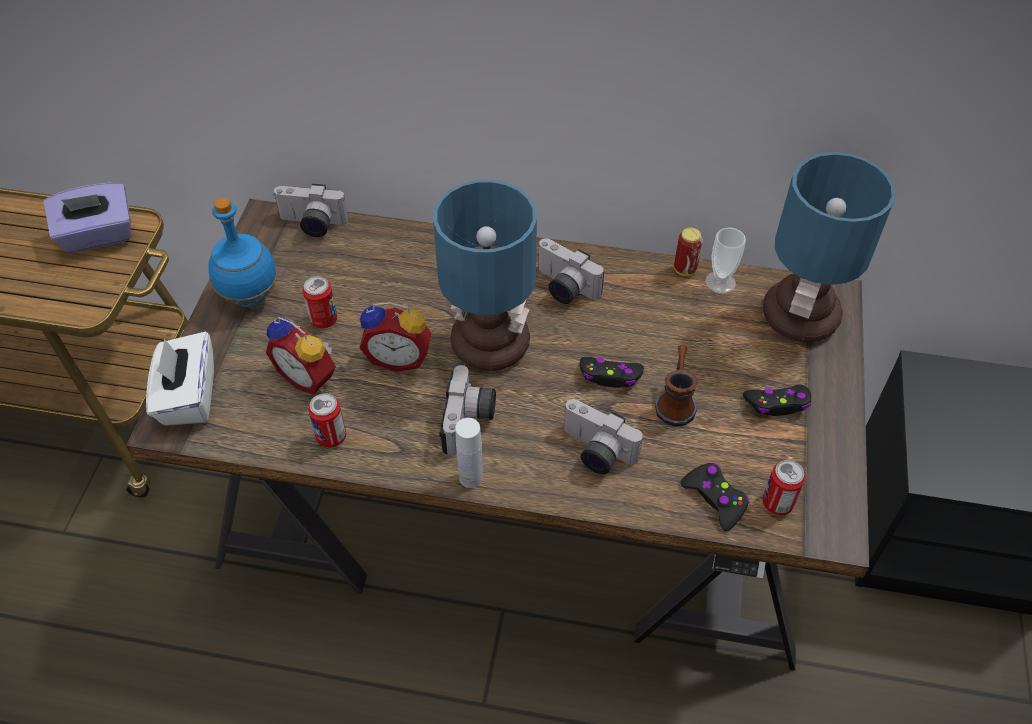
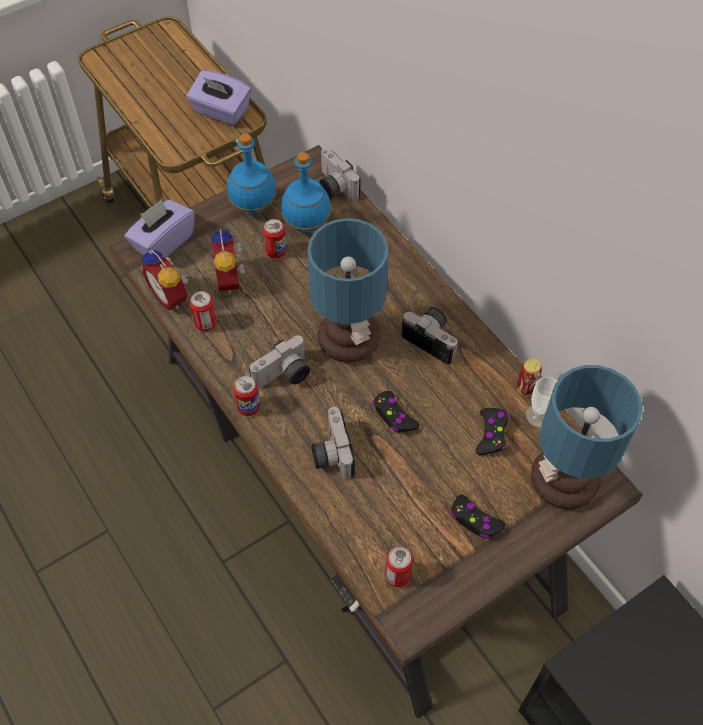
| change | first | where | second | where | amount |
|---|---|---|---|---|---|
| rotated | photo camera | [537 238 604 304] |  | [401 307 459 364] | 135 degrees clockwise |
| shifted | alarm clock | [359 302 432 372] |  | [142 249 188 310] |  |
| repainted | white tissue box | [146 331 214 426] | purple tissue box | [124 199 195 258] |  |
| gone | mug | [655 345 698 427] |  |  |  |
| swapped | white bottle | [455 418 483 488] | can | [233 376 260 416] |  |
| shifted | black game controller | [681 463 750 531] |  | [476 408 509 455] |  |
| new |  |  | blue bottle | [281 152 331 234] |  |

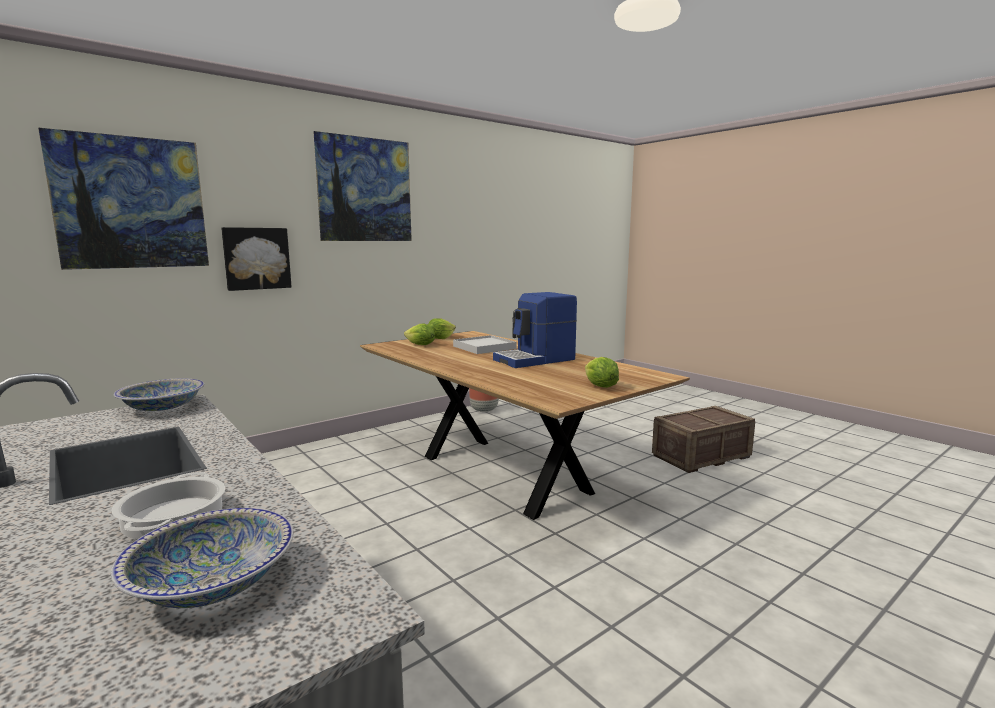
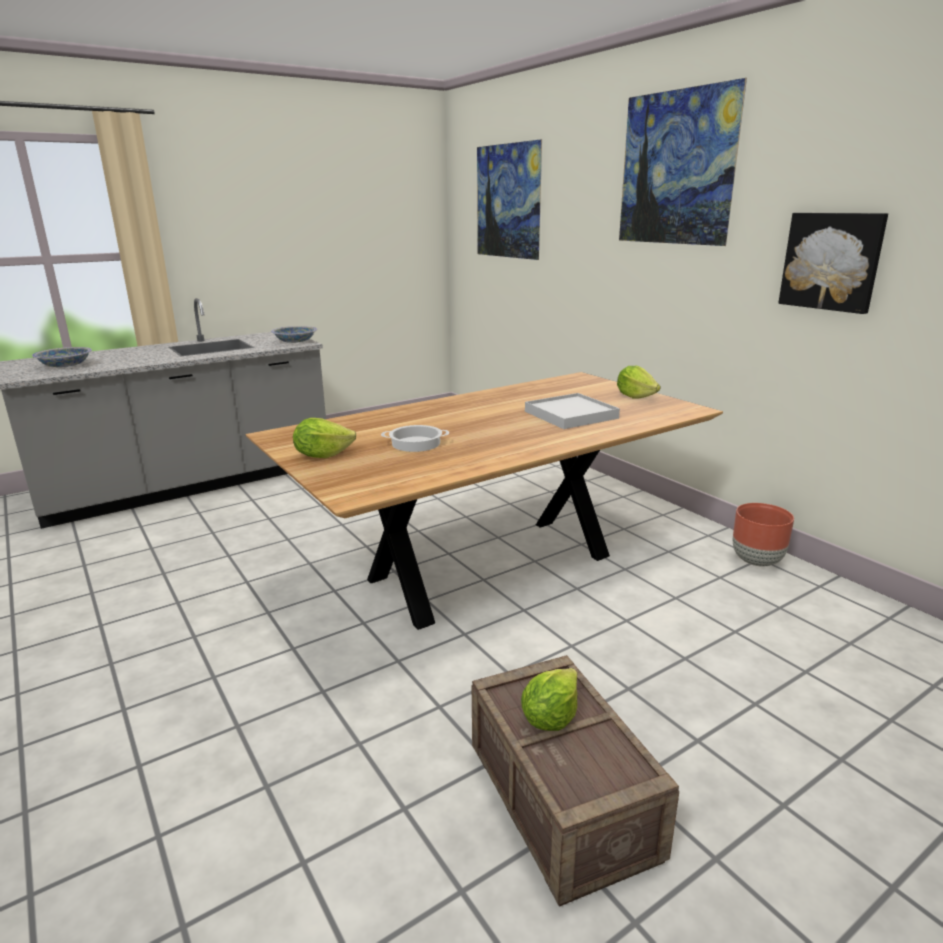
| change | first | where | second | where | amount |
|---|---|---|---|---|---|
| shifted | picture | [221 227 292 291] |  | [778 213 888 314] |  |
| gone | coffee machine | [493 292 577 368] |  |  |  |
| shifted | lettuce | [404 324 435 345] |  | [521 668 578 731] |  |
| shifted | cooking pot | [112 472 225 539] |  | [381 425 449 452] |  |

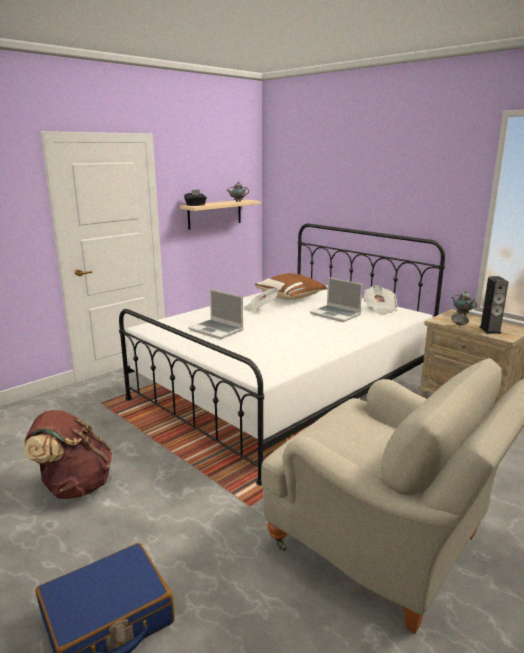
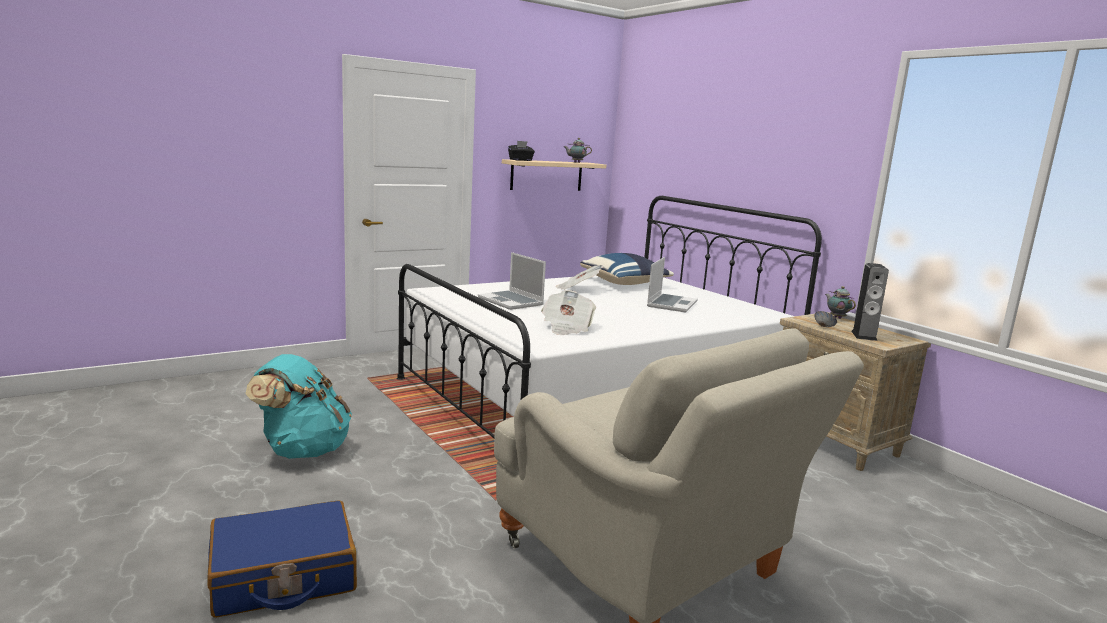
| change | first | where | second | where | amount |
|---|---|---|---|---|---|
| repainted | brown pillow | [255 273 328 300] | blue pillow | [580 253 674 285] |  |
| rotated | laptop | [310 277 363 322] |  | [647 257 698 313] | 120 degrees counterclockwise |
| shifted | newspaper | [364 285 397 315] |  | [541 290 596 335] |  |
| repainted | brown backpack | [24 410 112 499] | turquoise backpack | [245 354 352 459] |  |

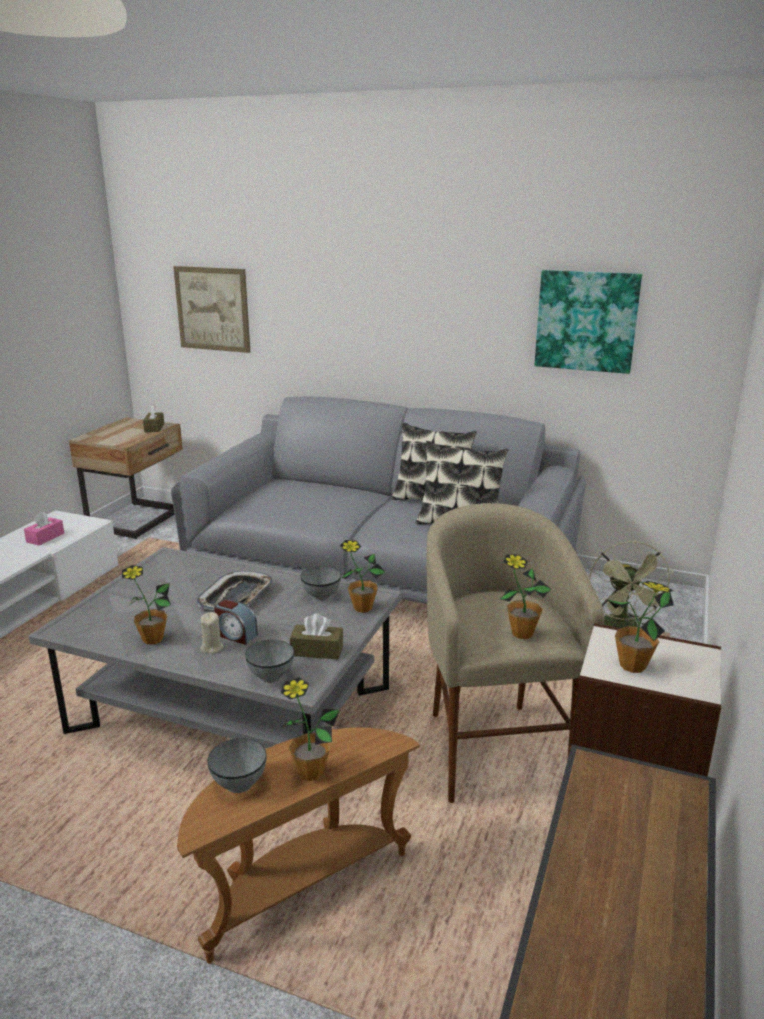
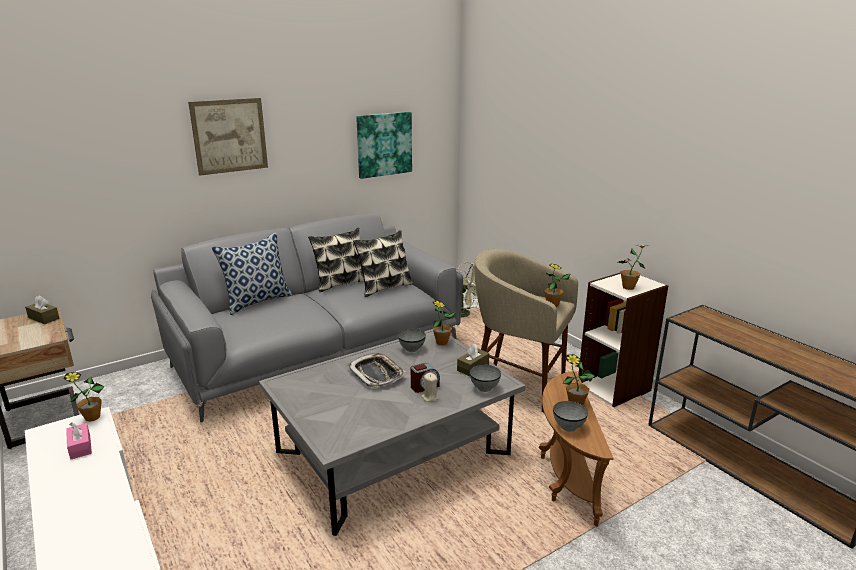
| change | first | where | second | where | amount |
|---|---|---|---|---|---|
| shifted | picture | [173 266 250 353] |  | [188 98 268 176] |  |
| shifted | potted plant | [122 565 171 645] |  | [63 372 104 422] |  |
| new |  |  | pillow | [211 232 293 315] |  |

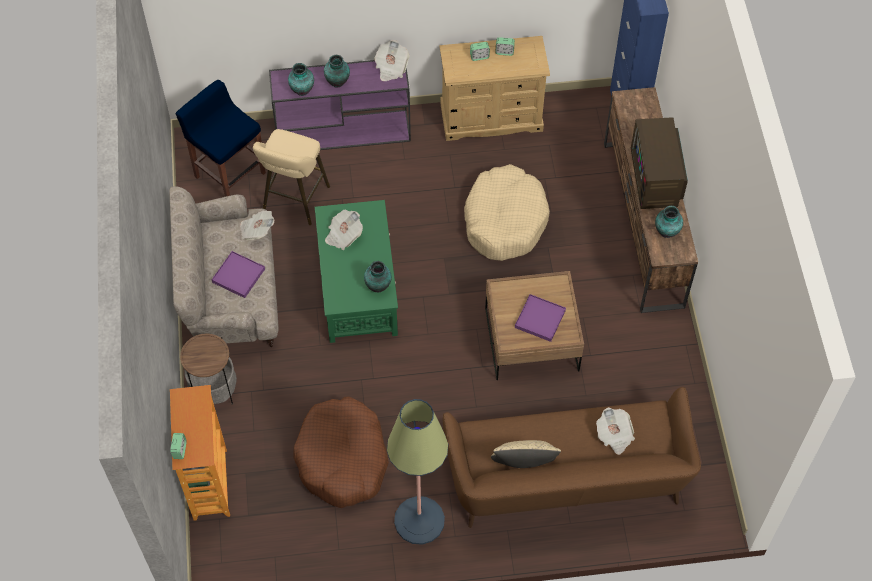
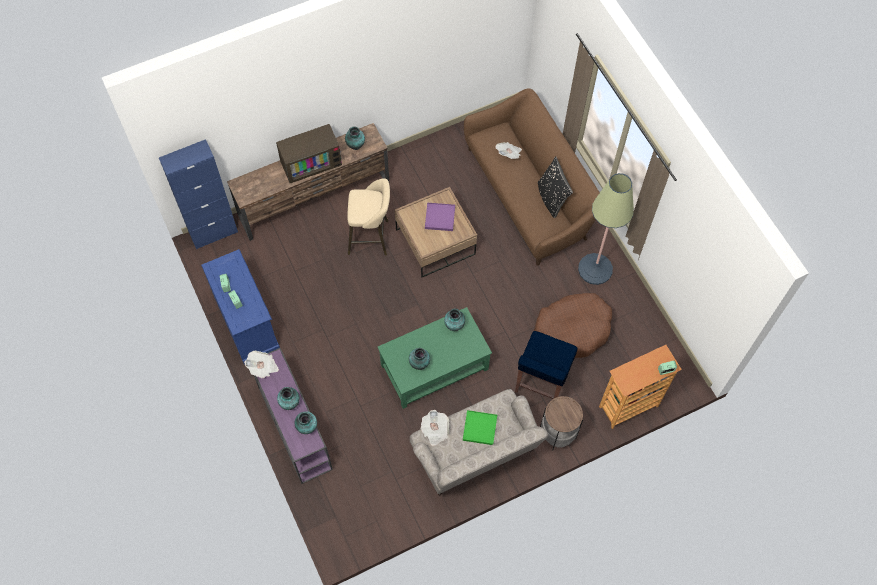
| change | first | where | second | where | amount |
|---|---|---|---|---|---|
| repainted | beige dresser | [439 36 550 141] | blue dresser | [201 249 280 365] |  |
| shifted | blue stool | [176 80 266 197] |  | [515 331 577 399] |  |
| shifted | beige stool | [253 129 330 225] |  | [347 178 390 255] |  |
| gone | beige dog bed | [464 164 550 261] |  |  |  |
| swapped | newspaper | [325 210 363 250] | vase | [409 348 430 370] |  |
| repainted | purple tray | [212 251 265 298] | green tray | [463 410 497 445] |  |
| repainted | beige pillow | [491 440 561 468] | black pillow | [537 156 573 218] |  |

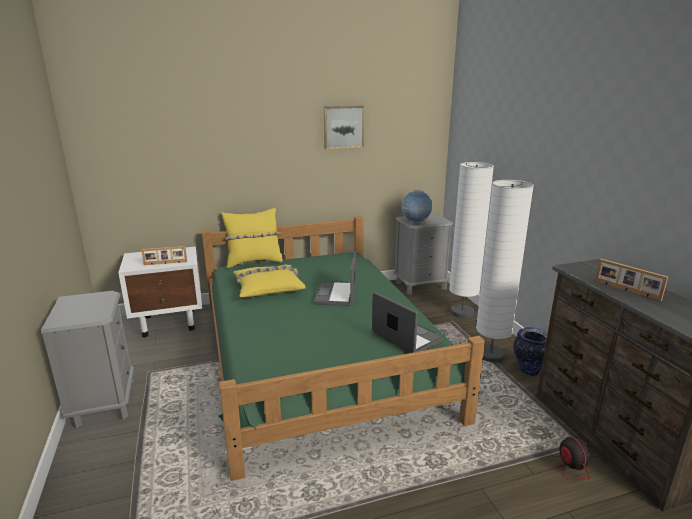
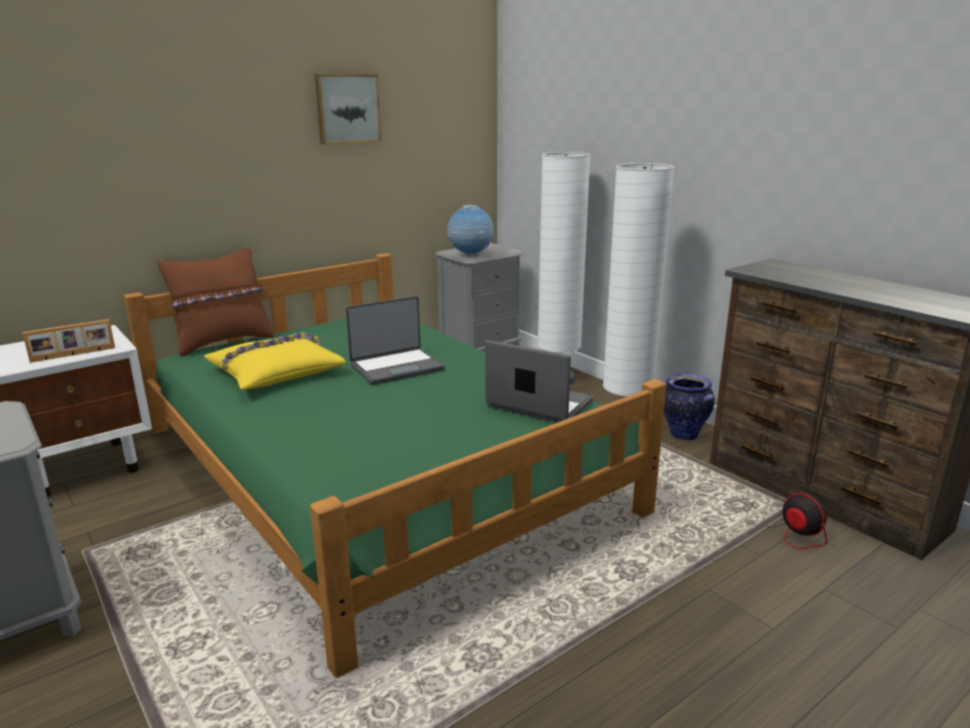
| change | first | where | second | where | amount |
|---|---|---|---|---|---|
| repainted | yellow pillow | [222 208 283 268] | brown pillow | [157 248 274 356] |  |
| rotated | laptop | [313 251 357 306] |  | [346 296 444 385] | 105 degrees counterclockwise |
| gone | picture frame | [595 259 668 301] |  |  |  |

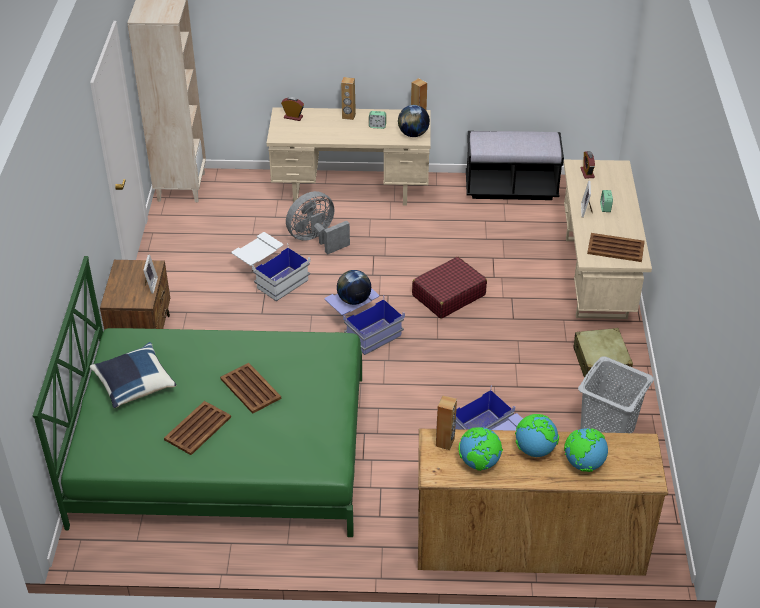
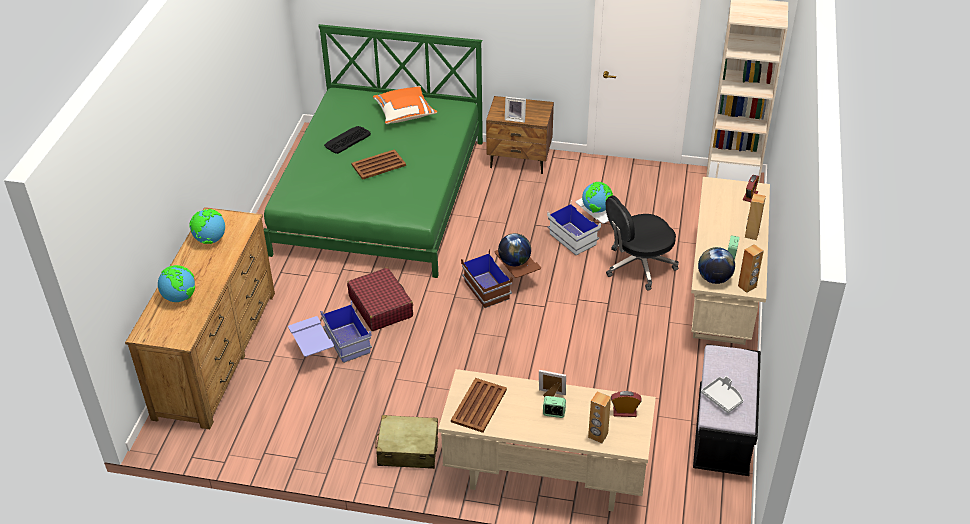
| change | first | where | second | where | amount |
|---|---|---|---|---|---|
| swapped | grey fan | [286 191 350 255] | black office chair | [606 195 679 290] |  |
| shifted | red suitcase | [412 257 487 319] |  | [347 268 413 331] |  |
| repainted | blue storage box | [325 288 405 355] | brown storage box | [461 249 541 308] |  |
| repainted | blue pillow | [90 342 176 408] | orange pillow | [373 86 437 124] |  |
| gone | grey laundry basket | [578 356 654 433] |  |  |  |
| shifted | brown speaker | [436 395 457 450] |  | [588 391 611 443] |  |
| swapped | brown tray | [164 401 231 455] | keyboard | [324 126 371 154] |  |
| shifted | globe | [515 414 559 457] |  | [582 182 613 213] |  |
| new |  |  | grey tray | [701 376 743 413] |  |

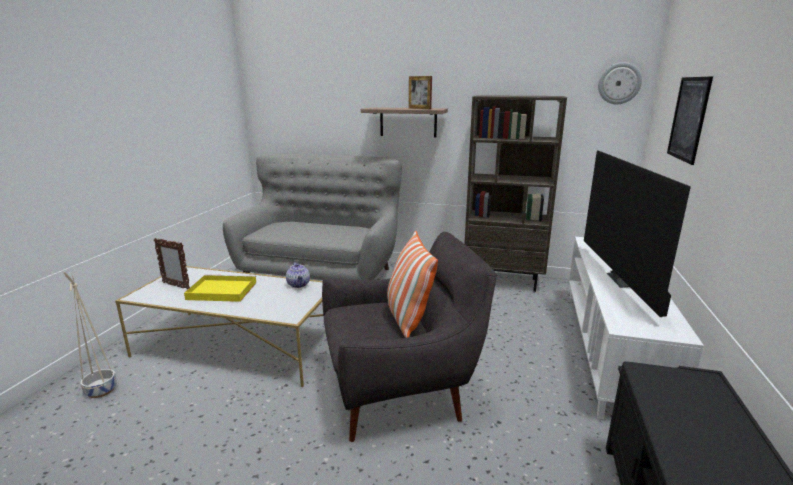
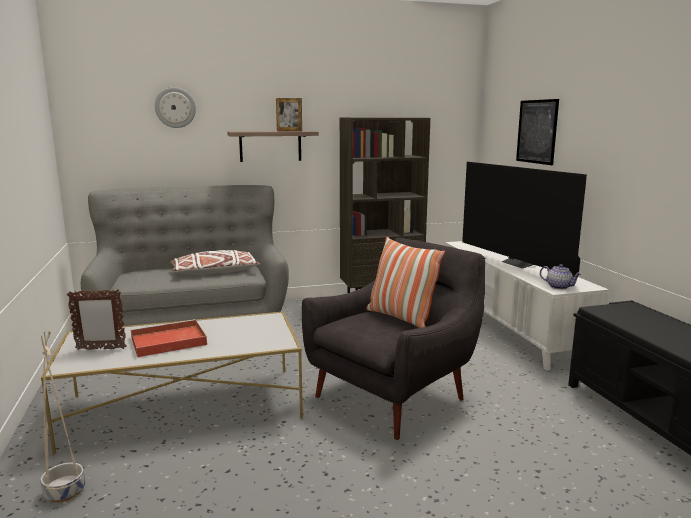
| change | first | where | second | where | amount |
|---|---|---|---|---|---|
| shifted | wall clock | [598 62 642 104] |  | [155 87 196 128] |  |
| shifted | teapot | [286 262 310 288] |  | [540 264 581 290] |  |
| repainted | yellow tray | [184 274 257 302] | red tray | [131 319 207 357] |  |
| new |  |  | white pillow | [170 250 260 275] |  |

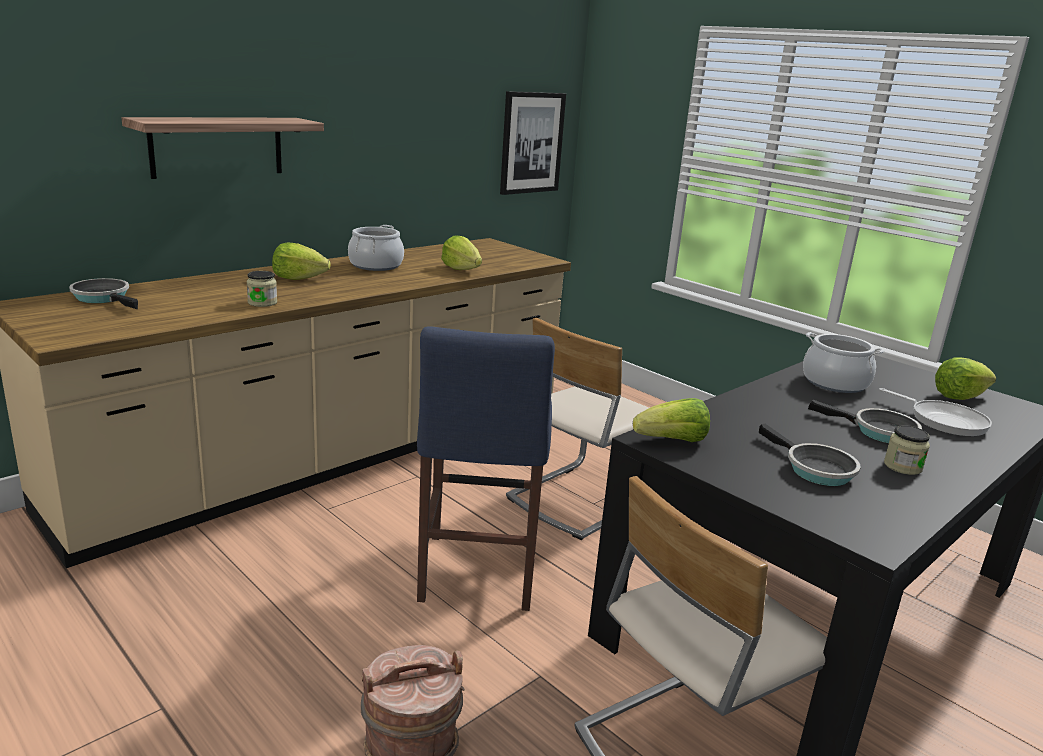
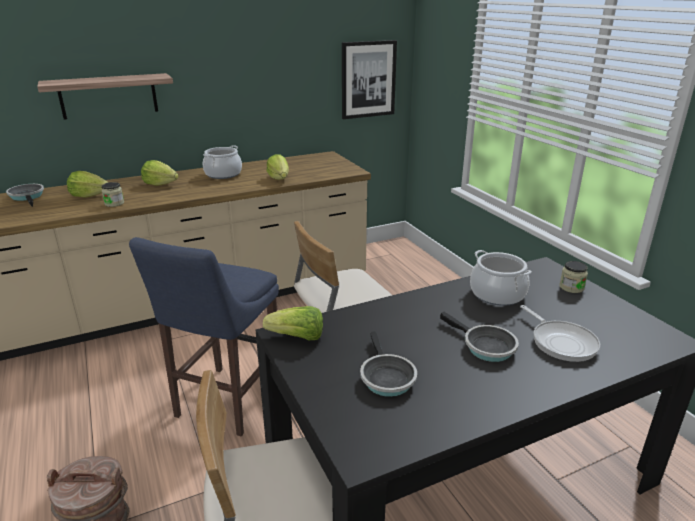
| change | first | where | second | where | amount |
|---|---|---|---|---|---|
| shifted | lettuce | [935 357 996 400] |  | [67 171 109 198] |  |
| shifted | jar | [884 425 930 475] |  | [559 261 588 293] |  |

